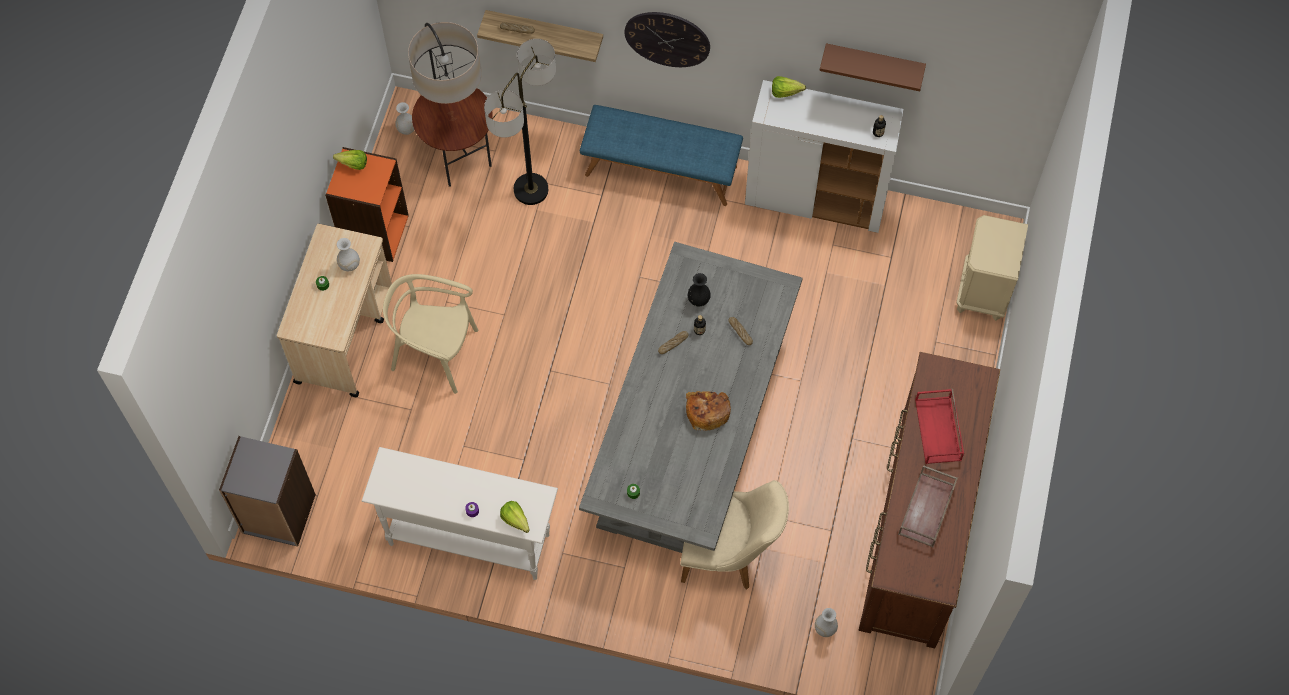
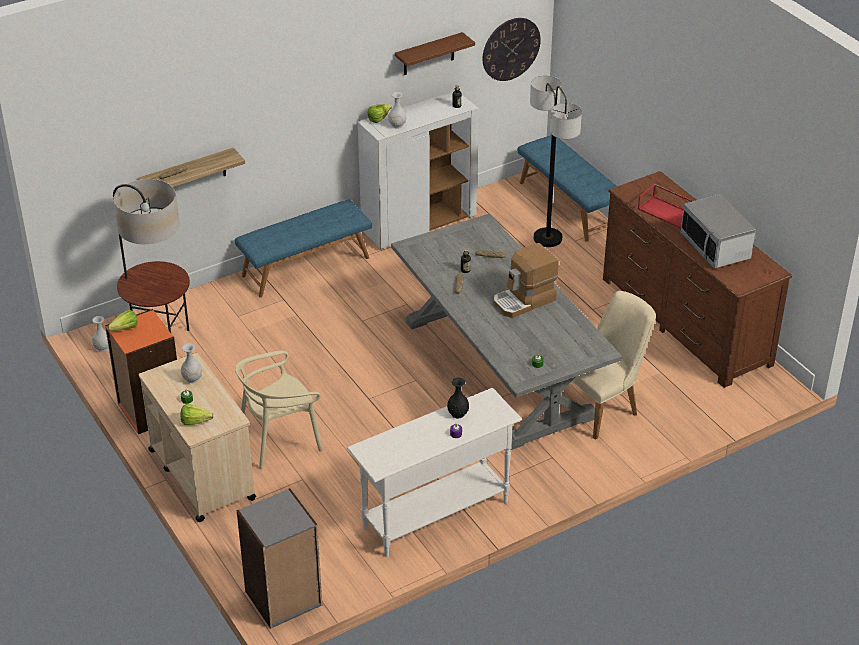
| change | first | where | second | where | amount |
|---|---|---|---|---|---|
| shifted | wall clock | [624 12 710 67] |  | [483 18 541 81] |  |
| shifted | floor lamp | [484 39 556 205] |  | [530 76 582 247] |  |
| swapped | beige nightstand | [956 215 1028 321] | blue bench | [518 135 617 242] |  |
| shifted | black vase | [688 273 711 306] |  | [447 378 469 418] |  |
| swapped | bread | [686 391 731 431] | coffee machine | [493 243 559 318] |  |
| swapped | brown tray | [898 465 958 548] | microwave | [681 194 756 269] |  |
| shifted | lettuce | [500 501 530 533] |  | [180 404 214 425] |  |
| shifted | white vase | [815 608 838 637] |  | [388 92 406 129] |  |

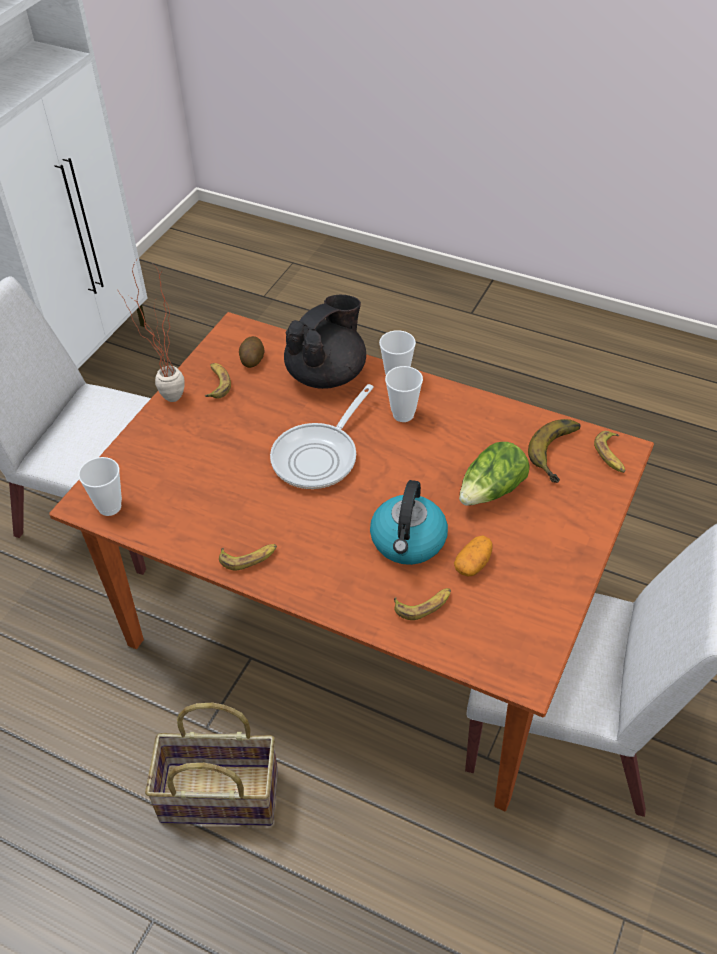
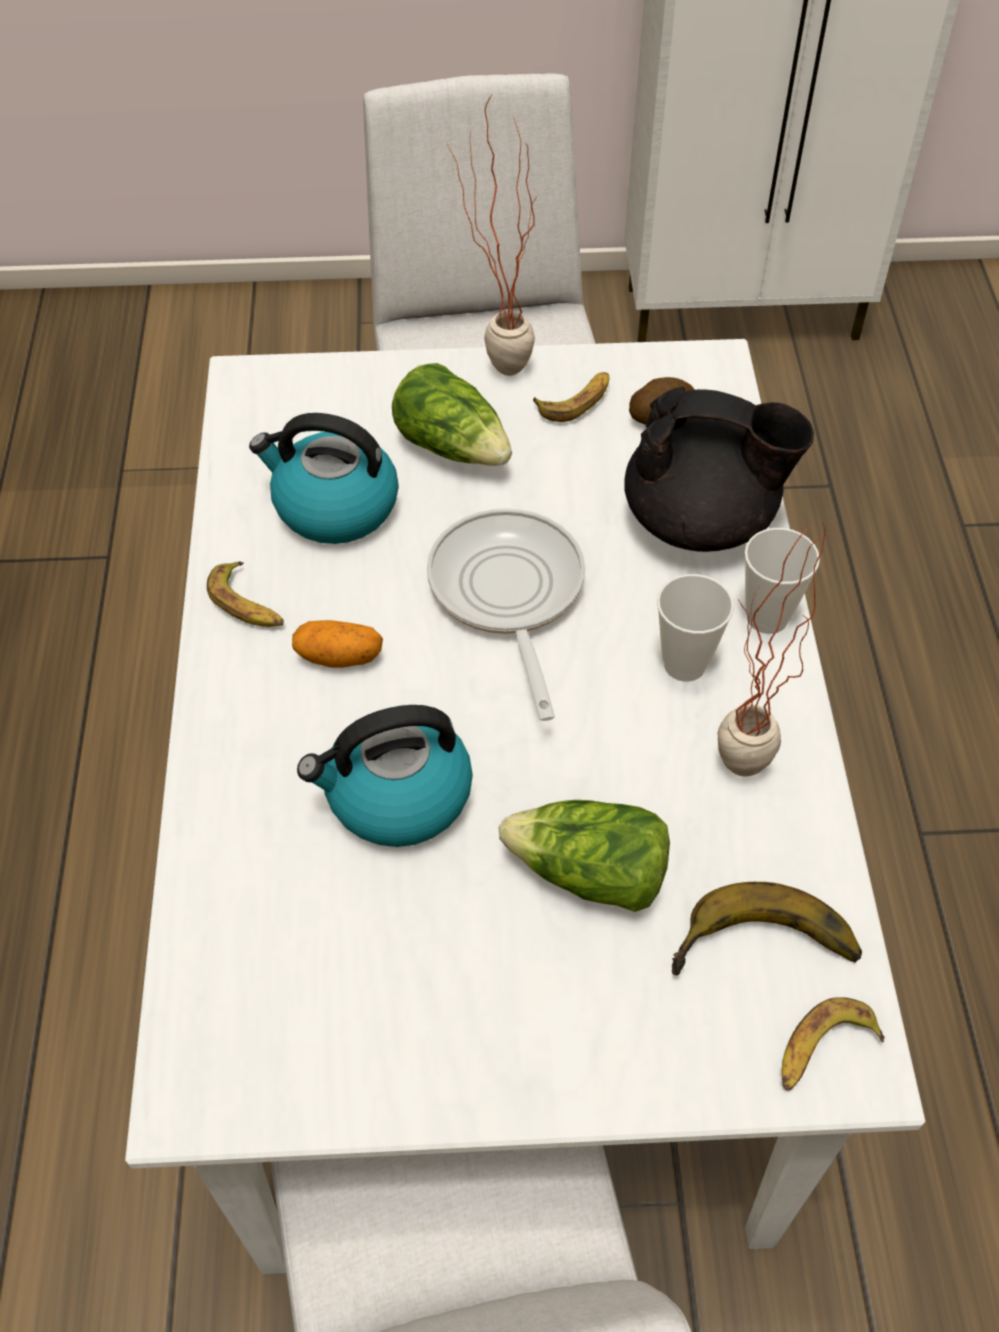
| change | first | where | second | where | amount |
|---|---|---|---|---|---|
| repainted | brown dining table | [49 312 654 811] | white dining table | [125 339 925 1274] |  |
| rotated | frying pan | [270 384 374 489] |  | [427 508 585 721] | 75 degrees clockwise |
| gone | cup | [78 457 122 516] |  |  |  |
| shifted | potato | [454 535 493 577] |  | [292 620 383 668] |  |
| gone | banana | [394 588 451 620] |  |  |  |
| gone | basket | [145 703 278 826] |  |  |  |
| new |  |  | lettuce | [392 363 512 466] |  |
| new |  |  | kettle | [249 413 399 544] |  |
| new |  |  | potted plant | [718 523 830 776] |  |

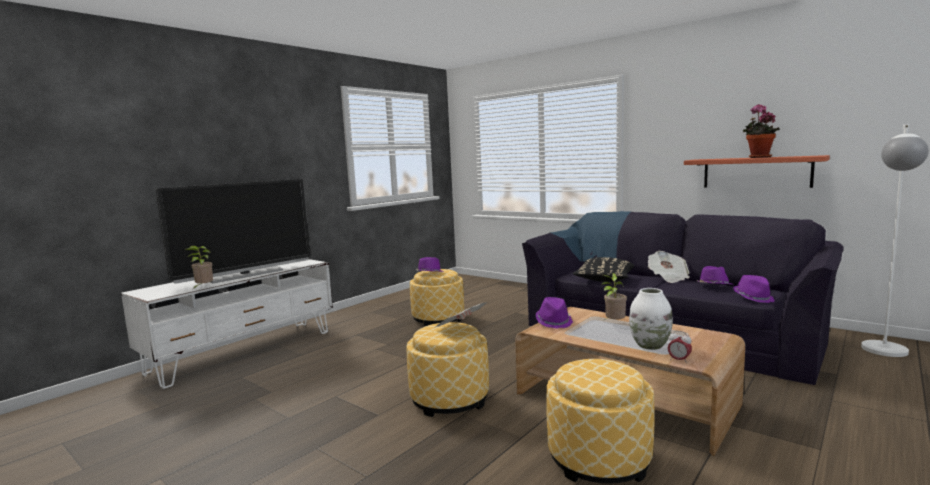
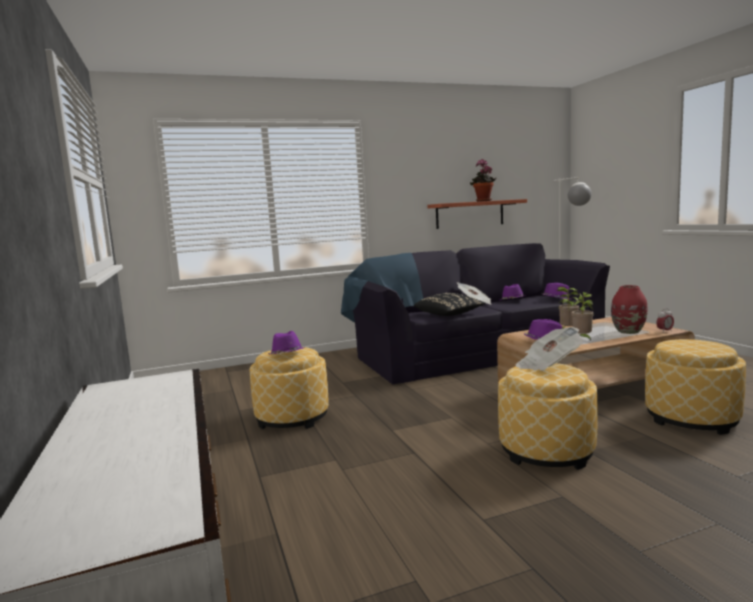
| change | first | where | second | where | amount |
|---|---|---|---|---|---|
| gone | television | [156 179 311 284] |  |  |  |
| shifted | potted plant | [184 246 213 290] |  | [571 292 594 341] |  |
| repainted | white vase | [629 288 673 350] | red vase | [611 285 648 334] |  |

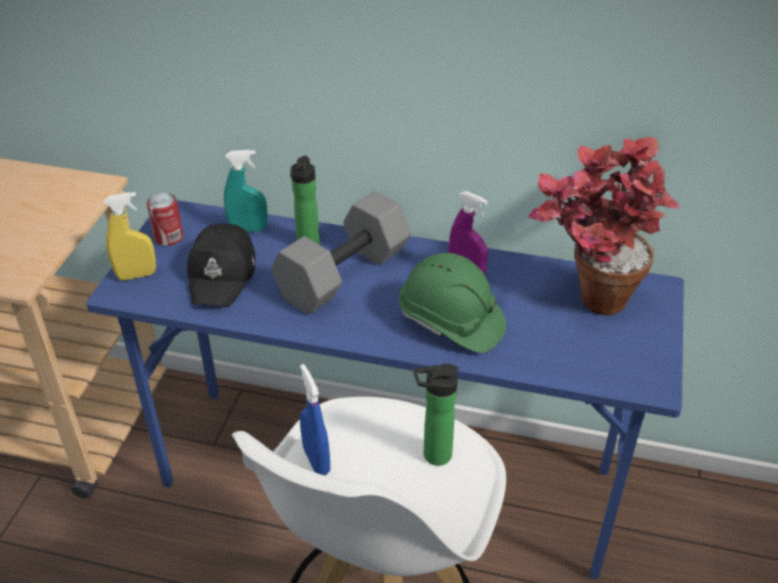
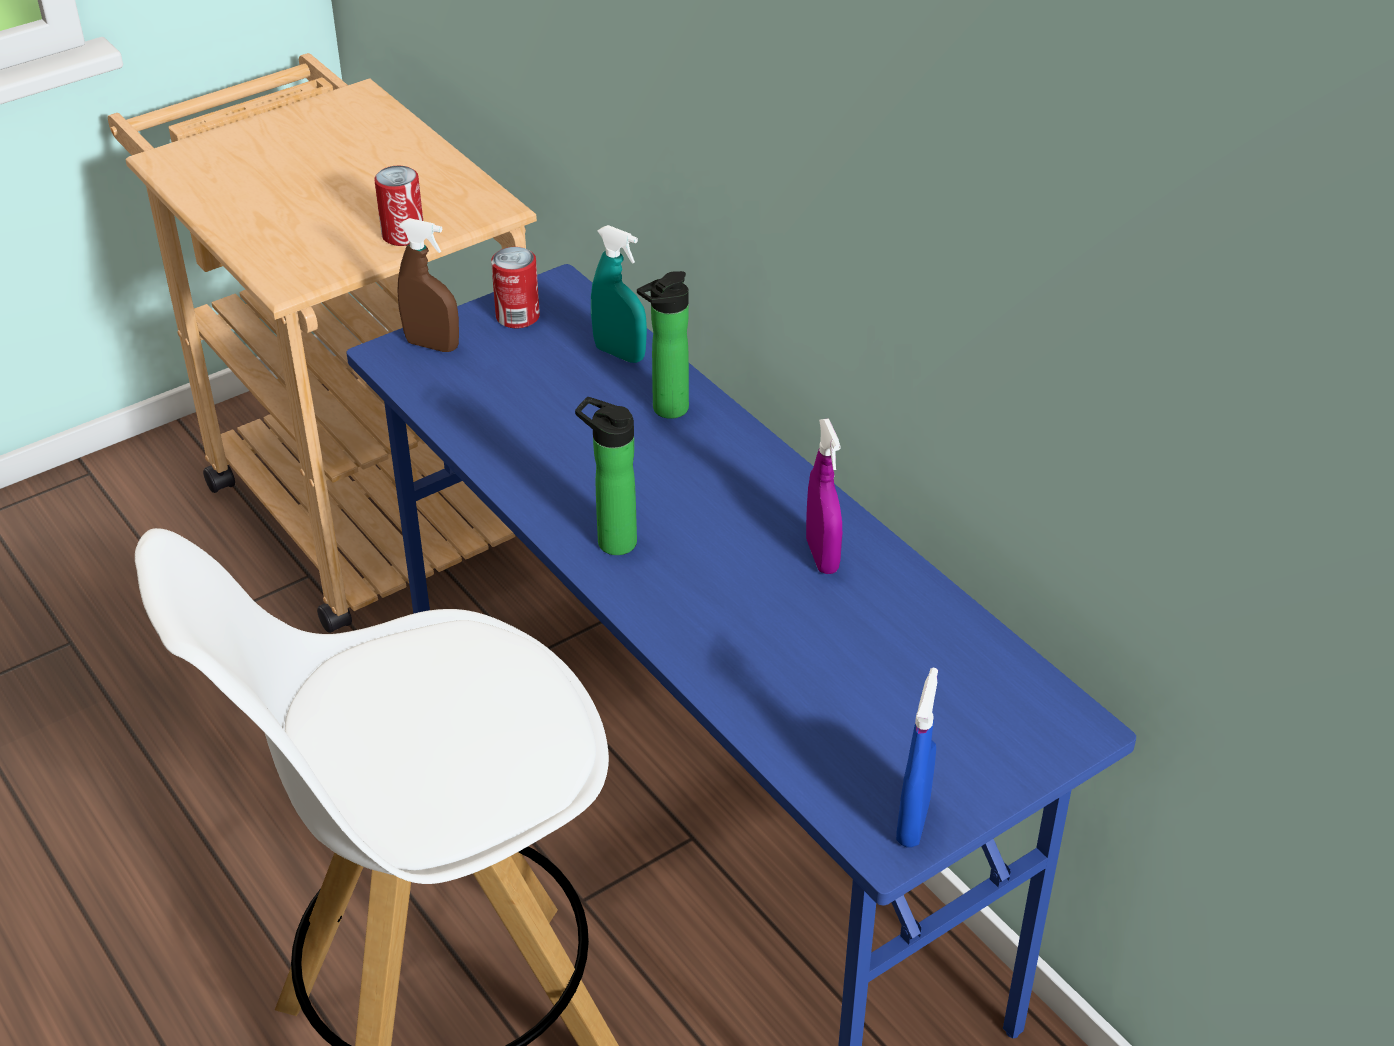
| change | first | where | second | where | amount |
|---|---|---|---|---|---|
| gone | potted plant | [528 137 679 315] |  |  |  |
| gone | grey dumbbell | [271 191 411 315] |  |  |  |
| repainted | yellow spray bottle | [104 192 156 281] | brown spray bottle | [397 218 459 352] |  |
| gone | black cap | [187 223 255 306] |  |  |  |
| gone | green hard hat | [399 253 506 353] |  |  |  |
| shifted | bottle | [414 363 459 466] |  | [575 397 637 555] |  |
| shifted | blue spray bottle | [300 364 330 476] |  | [896 668 938 848] |  |
| new |  |  | can | [374 166 423 246] |  |

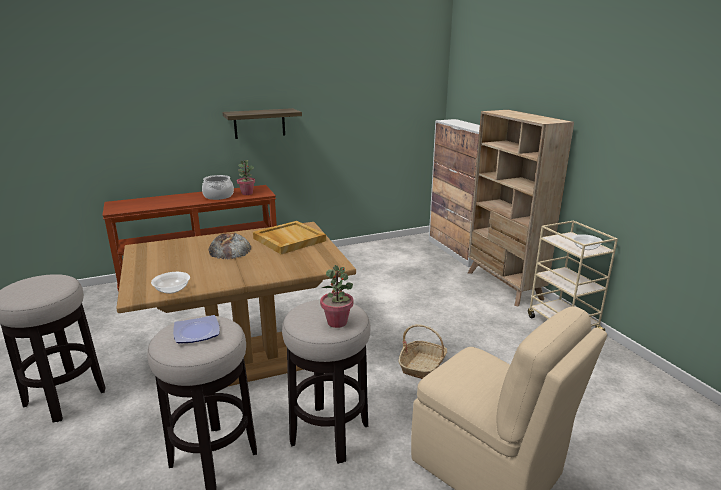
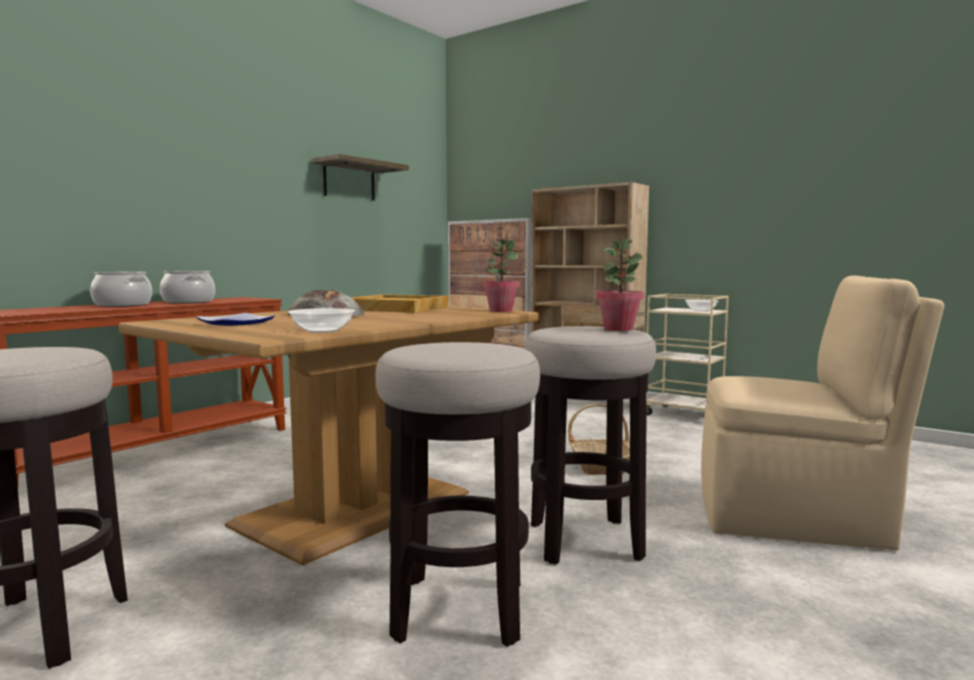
| change | first | where | second | where | amount |
|---|---|---|---|---|---|
| shifted | shelf | [222 108 302 139] |  | [312 154 409 201] |  |
| shifted | potted plant | [237 160 255 195] |  | [482 239 520 312] |  |
| shifted | plate | [173 315 220 343] |  | [196 313 275 326] |  |
| new |  |  | cooking pot | [90 272 152 307] |  |

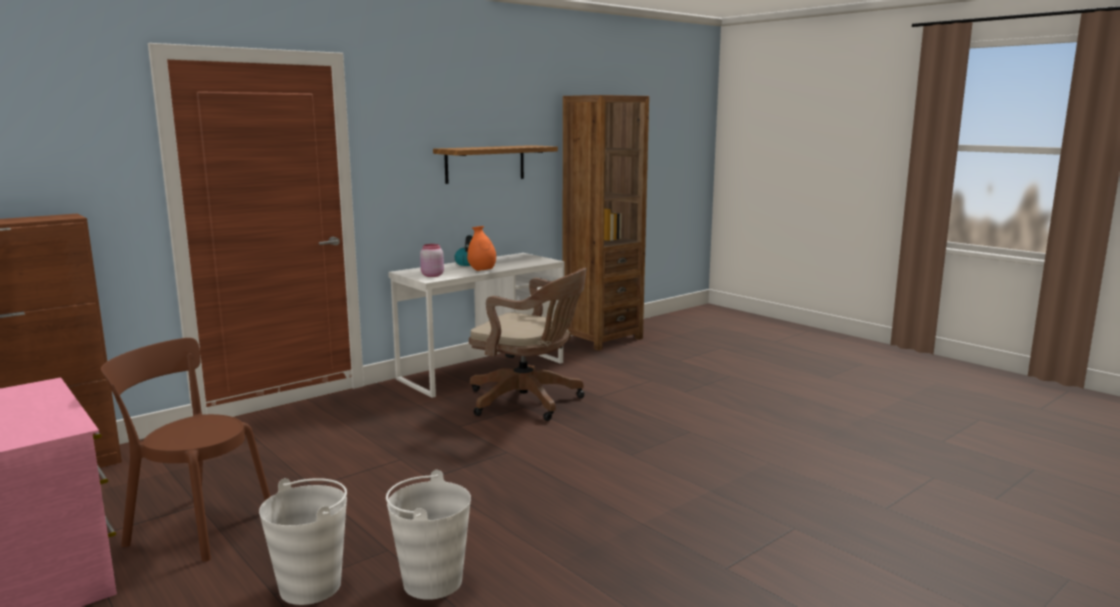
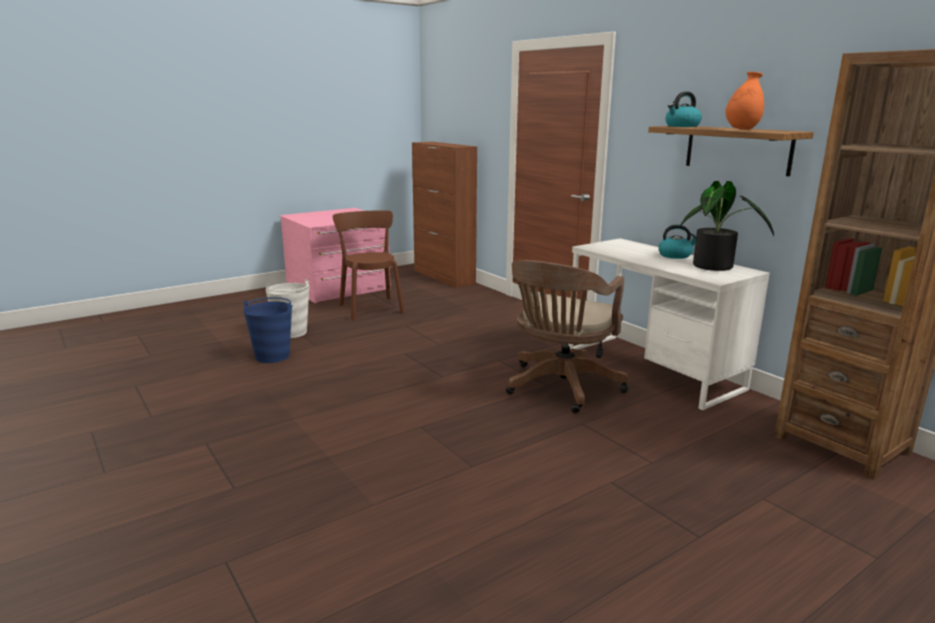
| change | first | where | second | where | amount |
|---|---|---|---|---|---|
| shifted | orange vase | [467 226 496 271] |  | [725 72 764 130] |  |
| gone | pink jar | [420 244 444 277] |  |  |  |
| rotated | brown chair | [101 338 270 562] |  | [333 210 405 320] | 45 degrees counterclockwise |
| repainted | white bucket | [386 470 471 600] | blue bucket | [243 297 293 363] |  |
| new |  |  | kettle | [665 91 702 127] |  |
| new |  |  | potted plant | [680 181 774 271] |  |

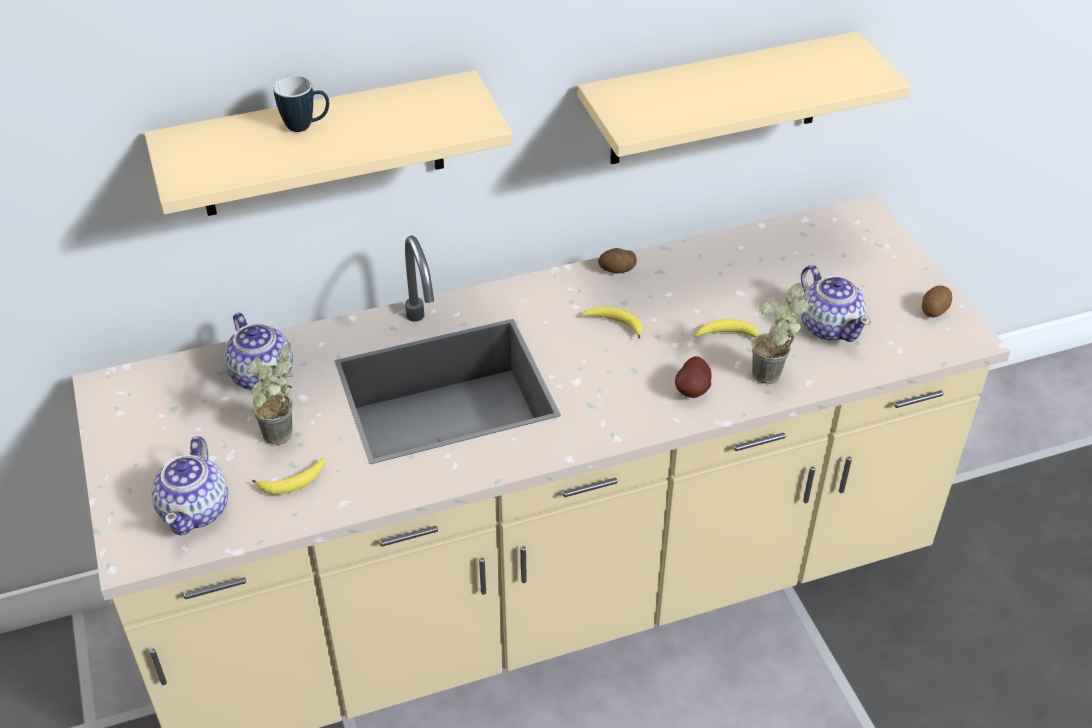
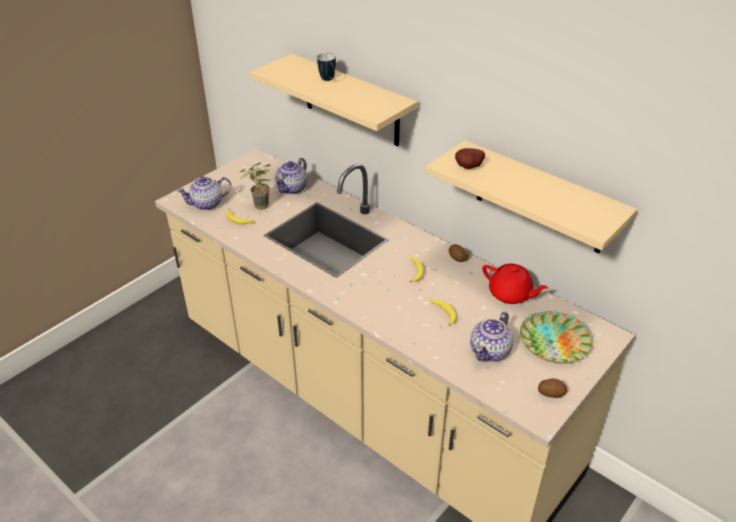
| change | first | where | second | where | amount |
|---|---|---|---|---|---|
| gone | potted plant | [752 283 809 384] |  |  |  |
| shifted | potato | [675 356 712 398] |  | [455 148 485 169] |  |
| new |  |  | red teapot | [482 263 549 304] |  |
| new |  |  | plate | [520 311 593 363] |  |

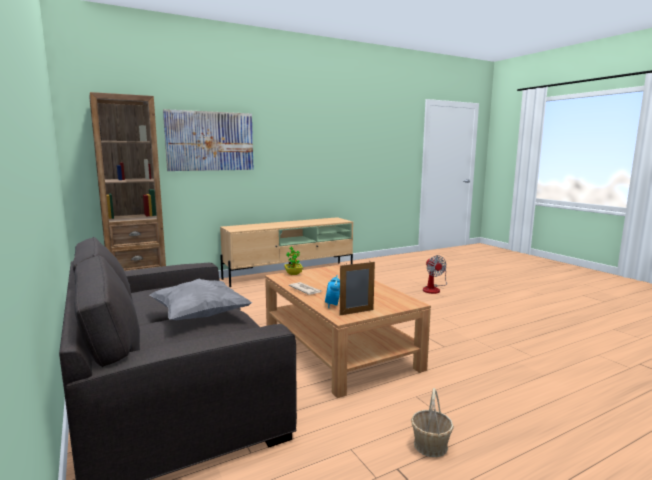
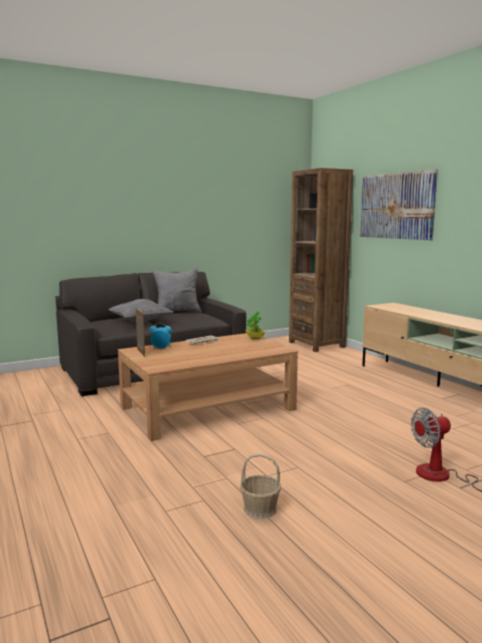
| change | first | where | second | where | amount |
|---|---|---|---|---|---|
| shifted | basket | [411 388 454 457] |  | [240 454 281 519] |  |
| new |  |  | grey pillow | [153 268 201 312] |  |

